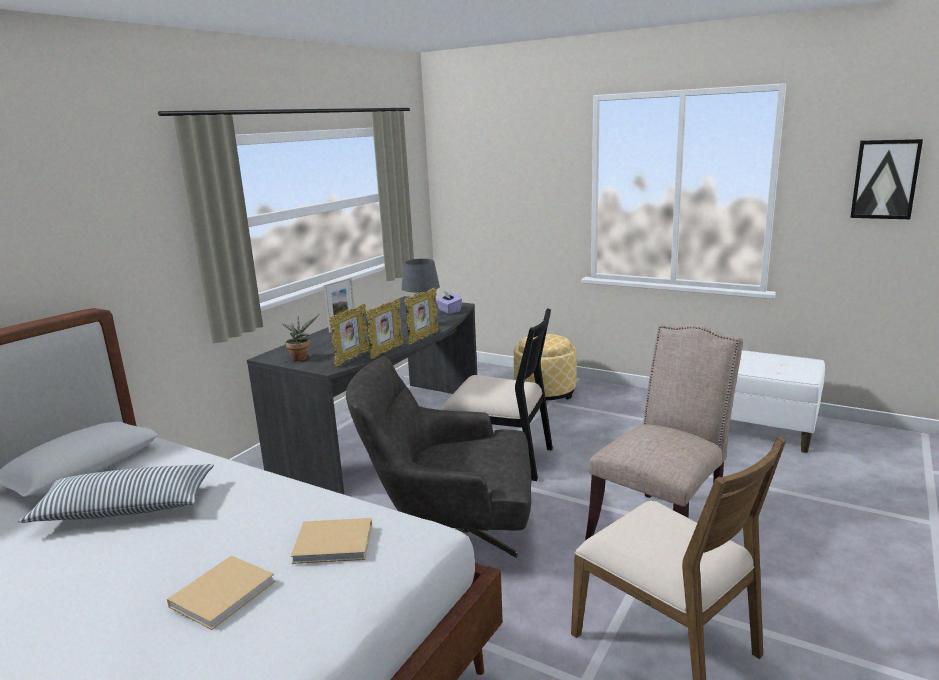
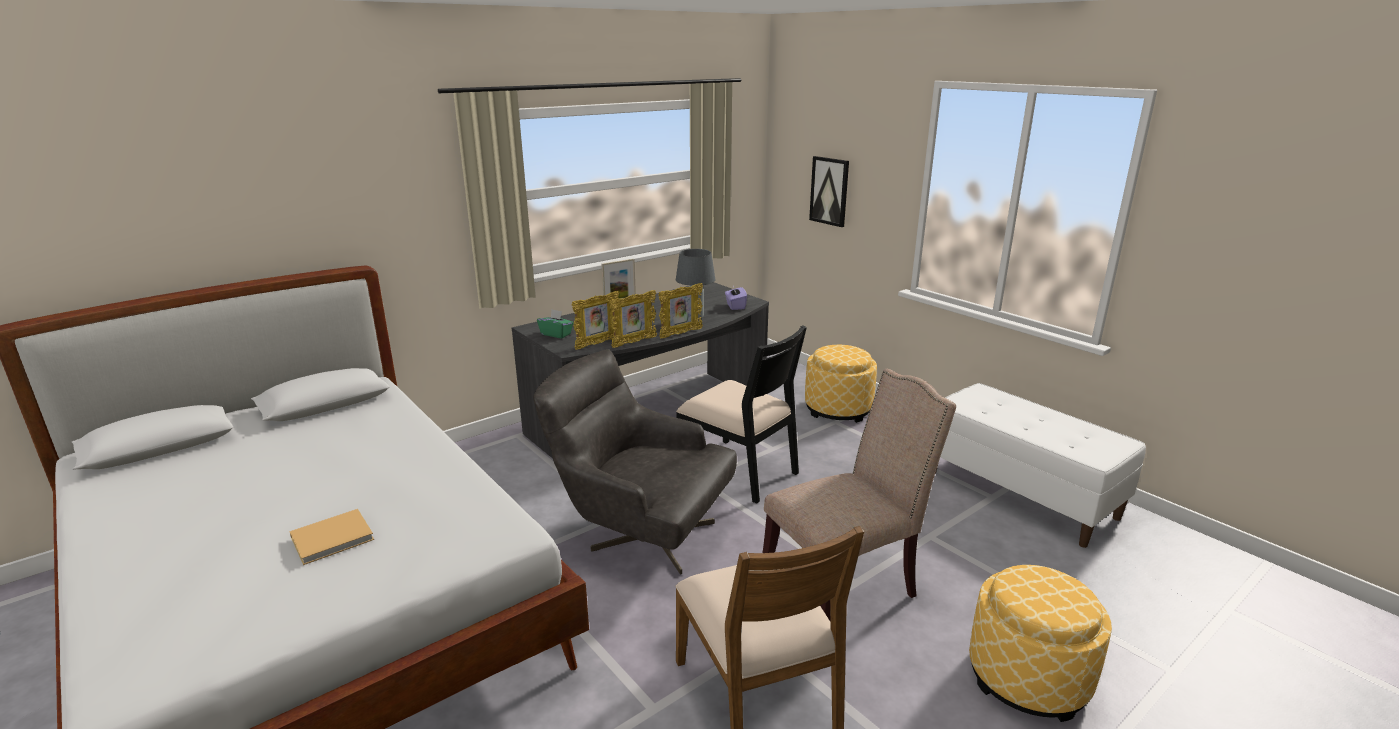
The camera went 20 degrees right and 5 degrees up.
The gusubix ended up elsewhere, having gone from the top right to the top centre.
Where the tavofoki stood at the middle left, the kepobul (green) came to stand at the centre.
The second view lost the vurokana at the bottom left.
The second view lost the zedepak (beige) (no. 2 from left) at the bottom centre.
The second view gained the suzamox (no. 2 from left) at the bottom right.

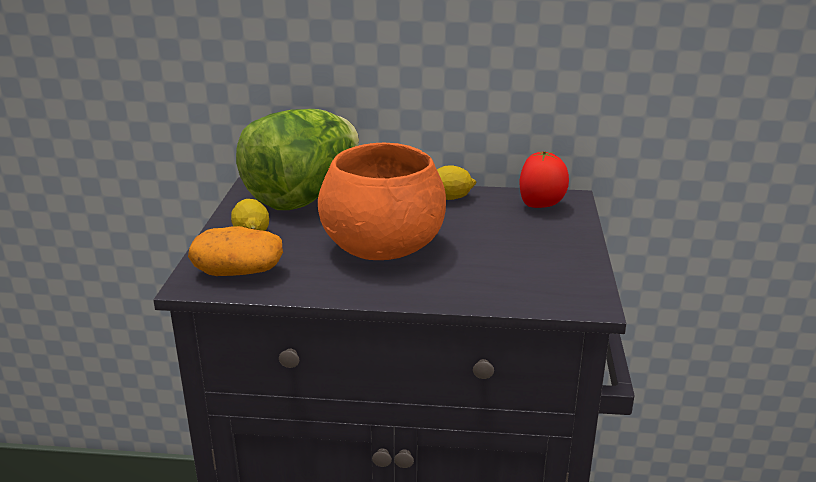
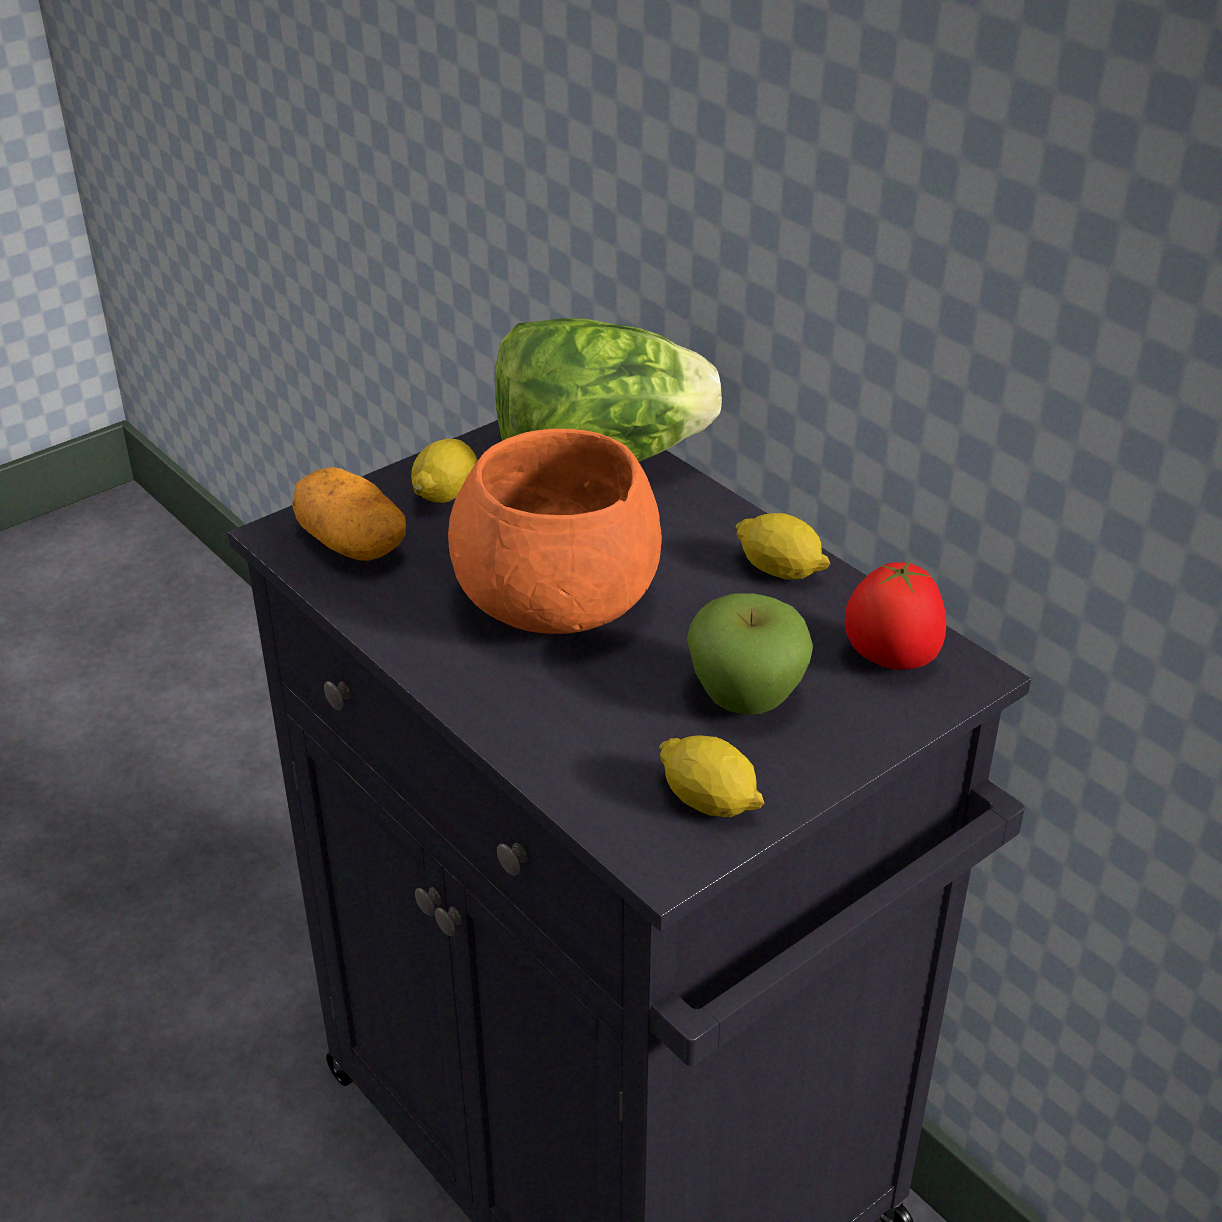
The camera went 45 degrees right and 10 degrees up.
The second view gained the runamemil at the centre.
The second view gained the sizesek (no. 2 from left) at the centre.

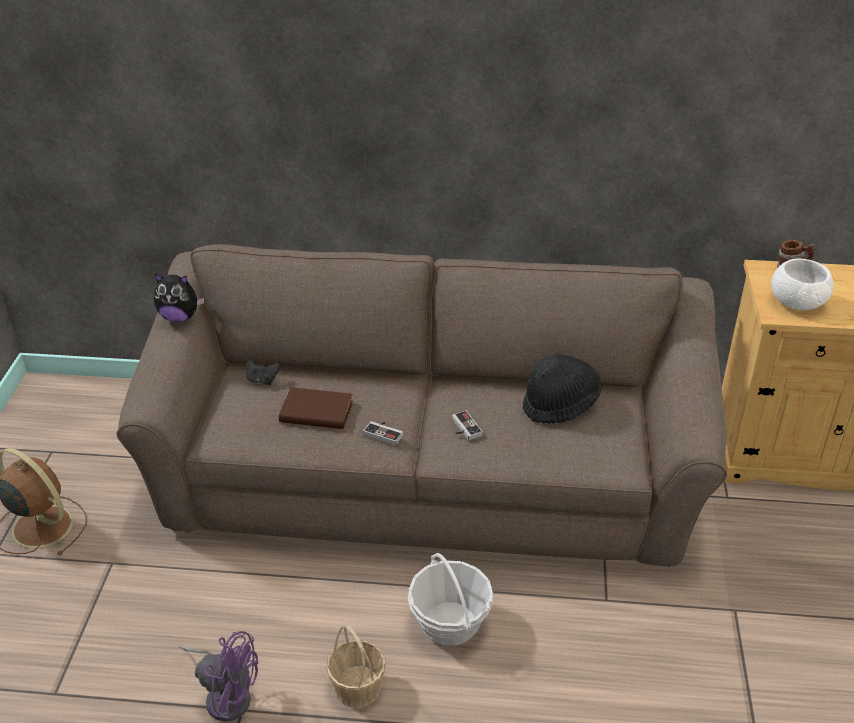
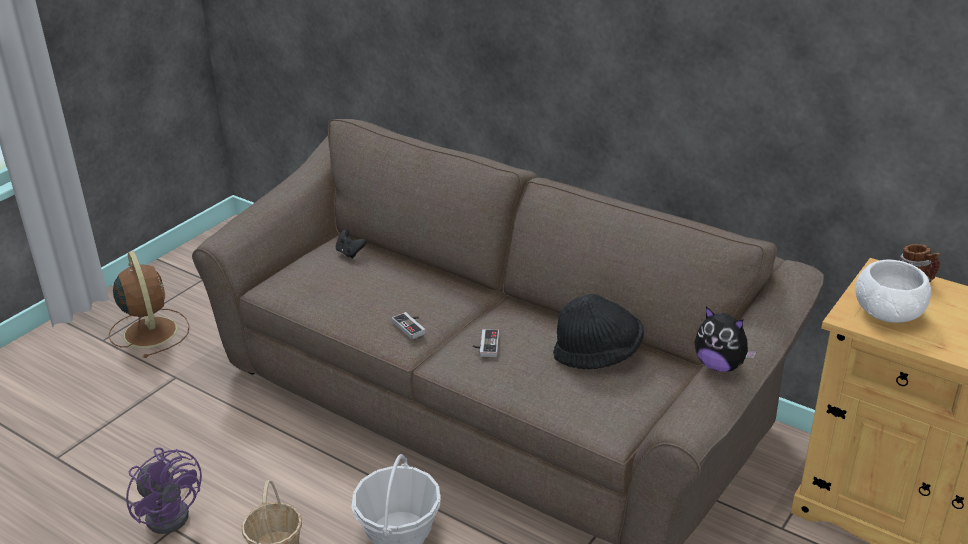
The camera went 30 degrees right and 5 degrees down.
The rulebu ended up elsewhere, having gone from the middle left to the middle right.
The second view lost the zedepak (brown) at the centre.

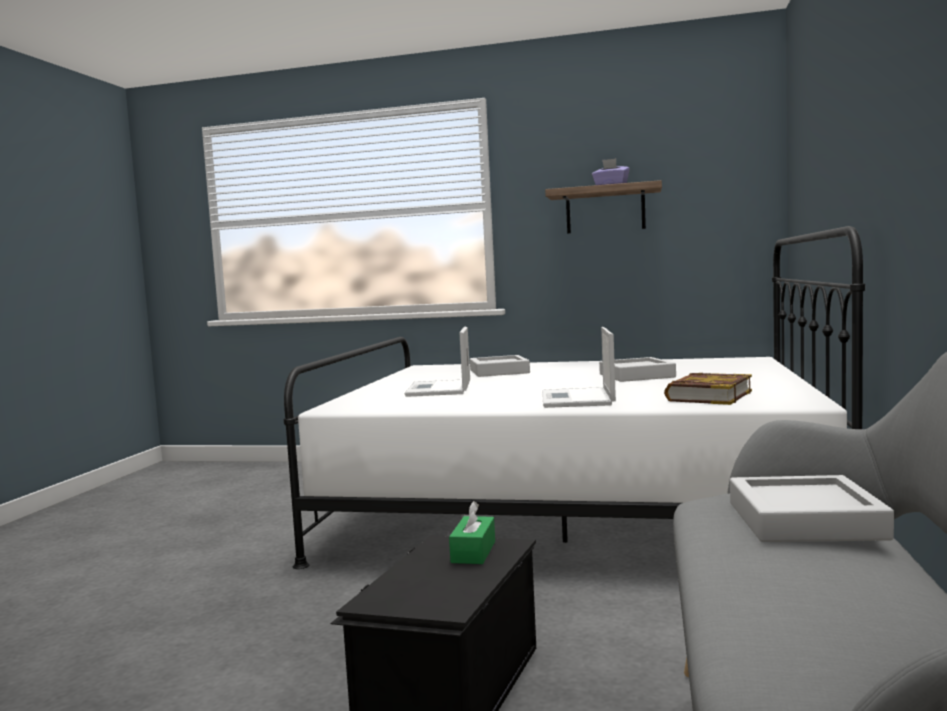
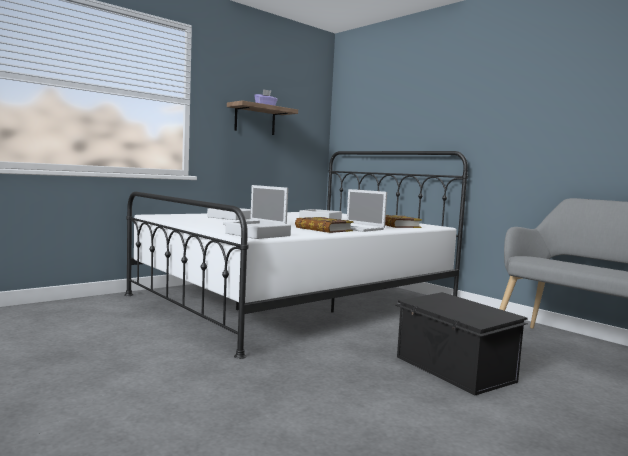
The camera went 55 degrees left and 0 degrees up.
The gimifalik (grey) (no. 3 from left in the first image) ended up elsewhere, having gone from the bottom right to the centre.
The second view lost the kepobul (green) at the bottom centre.
The second view gained the zedepak (no. 1 from left) at the centre.

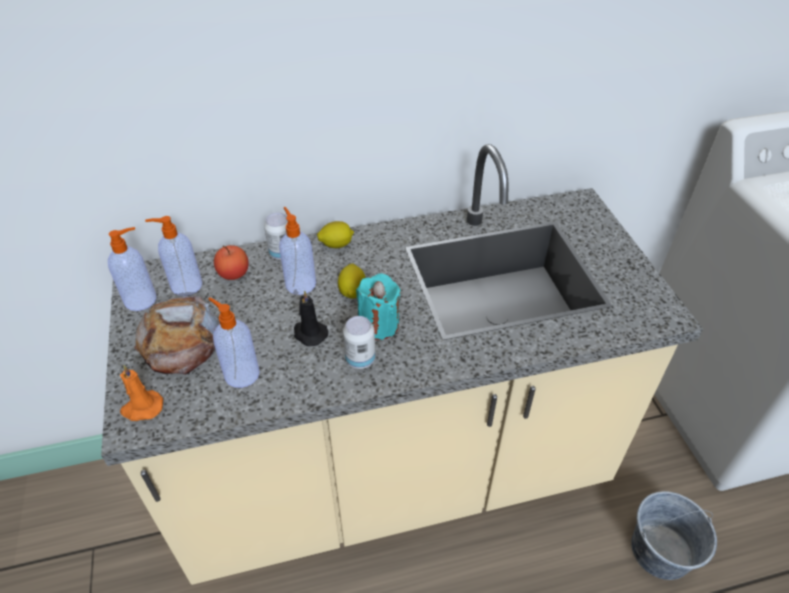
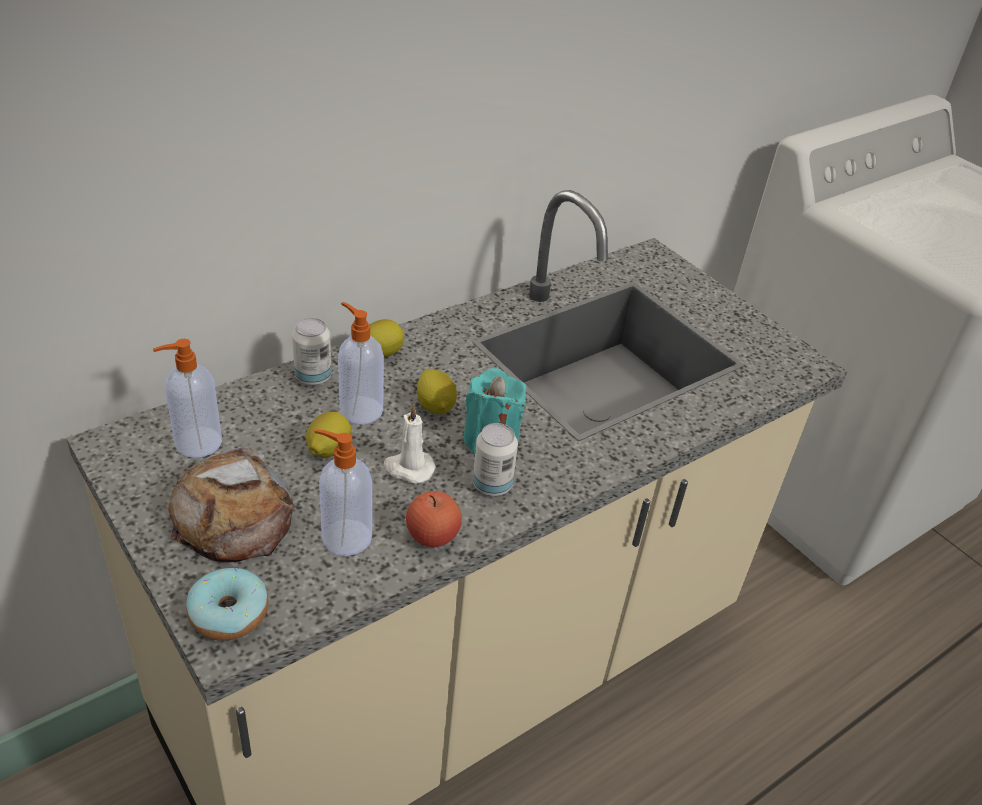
The camera went 25 degrees left and 5 degrees down.
The second view lost the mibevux (no. 1 from left) at the middle left.
The runamemil ended up elsewhere, having gone from the middle left to the centre.
What was the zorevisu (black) at the centre turned into the zorevisu (white) at the centre.
Where the zorevisu (orange) stood at the middle left, the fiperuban came to stand at the bottom left.
The second view lost the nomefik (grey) at the bottom right.
The second view gained the sizesek (no. 1 from left) at the centre.

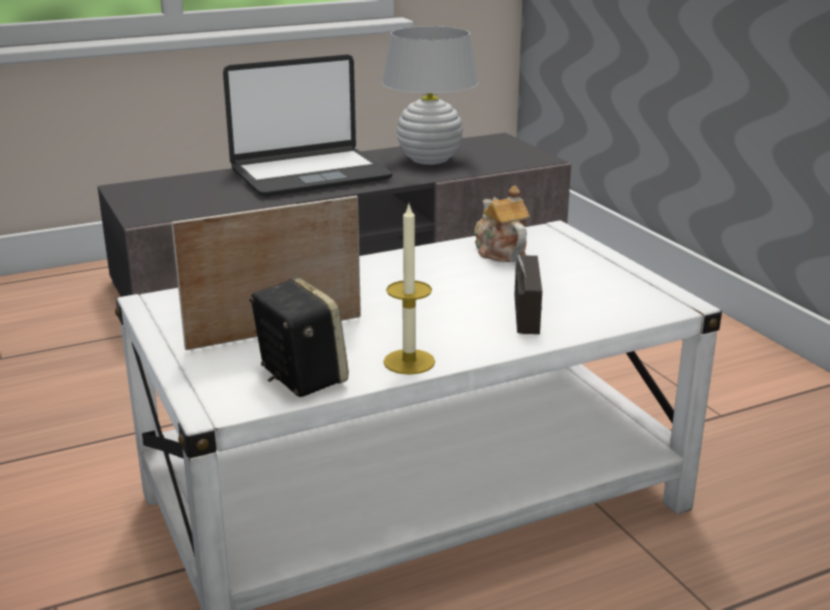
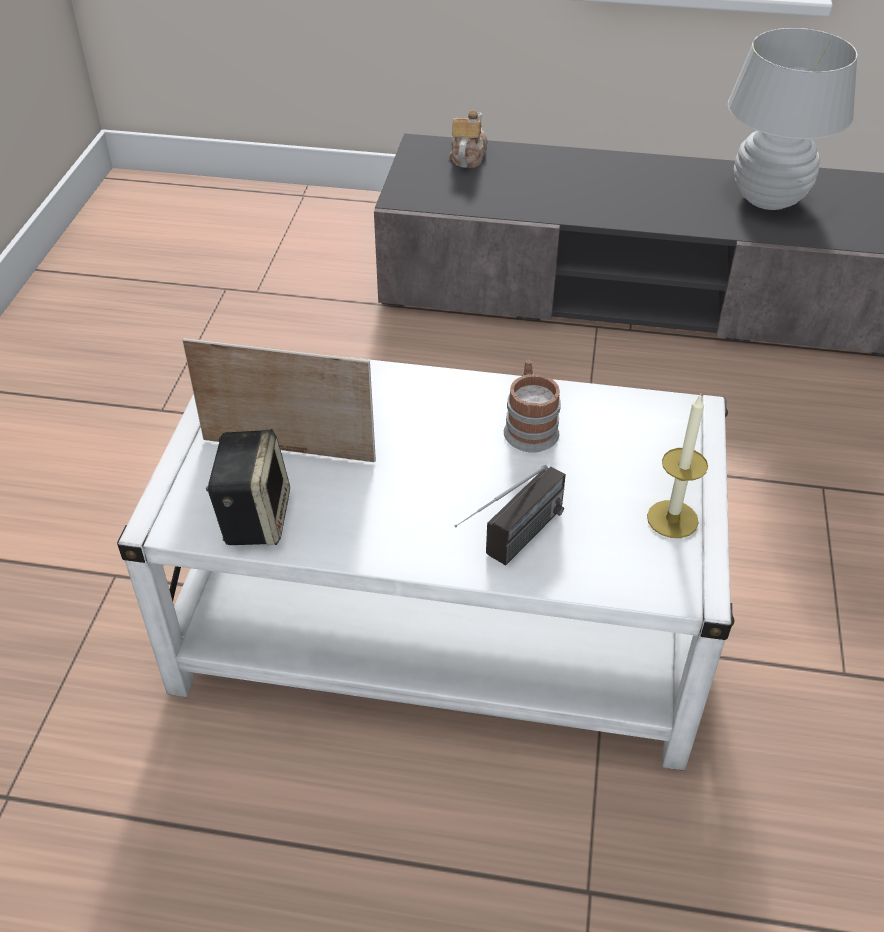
The camera went 35 degrees right and 20 degrees up.
The second view lost the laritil at the top centre.
The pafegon ended up elsewhere, having gone from the centre to the top centre.
The zorevisu ended up elsewhere, having gone from the centre to the middle right.
The second view gained the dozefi at the centre.

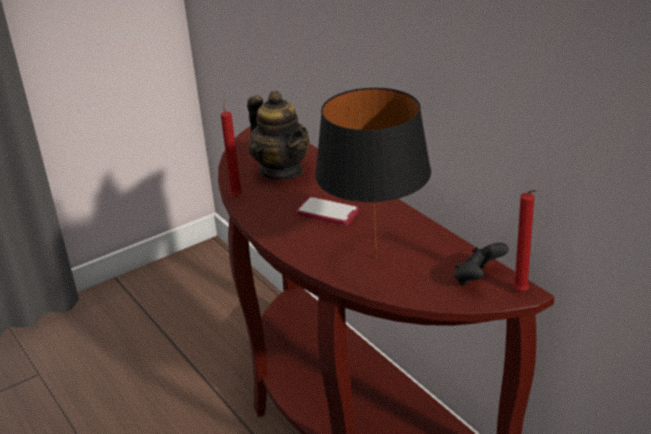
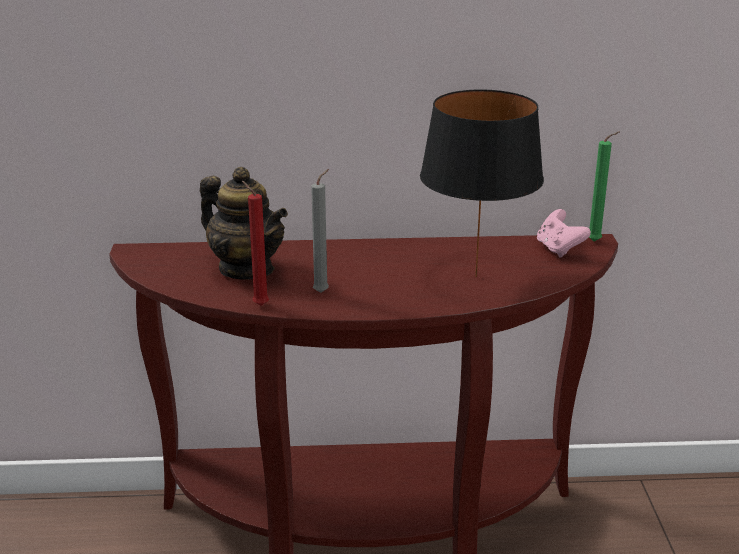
The camera went 60 degrees left and 5 degrees down.
The pafegon at the top centre ended up facing another way, 45 degrees clockwise from before.
What was the zorevisu (red) (no. 2 from left) at the middle right turned into the zorevisu (green) at the middle right.
The second view lost the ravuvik at the centre.
What was the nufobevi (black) at the middle right turned into the nufobevi (pink) at the middle right.
The second view gained the zorevisu (grey) at the centre.

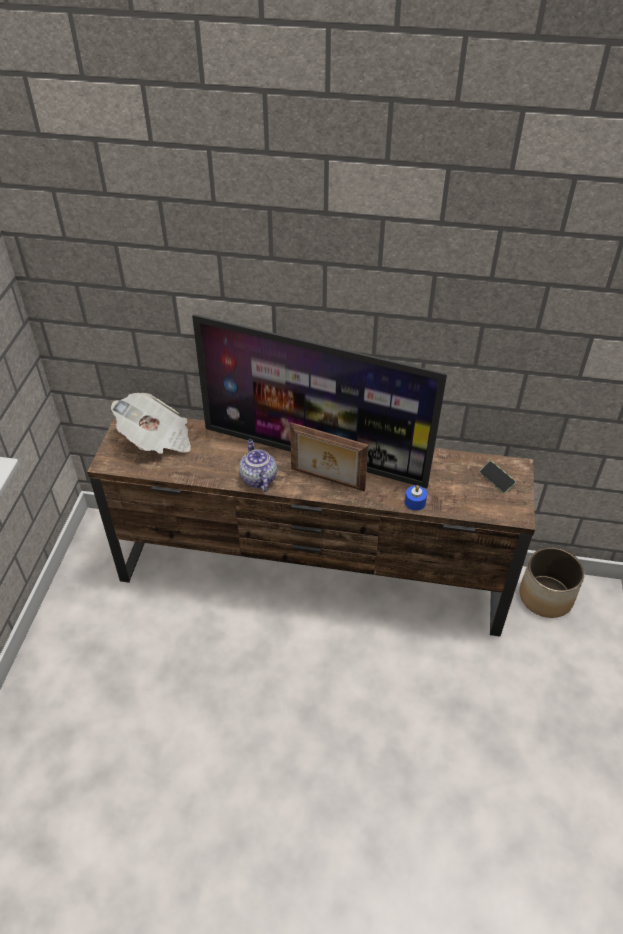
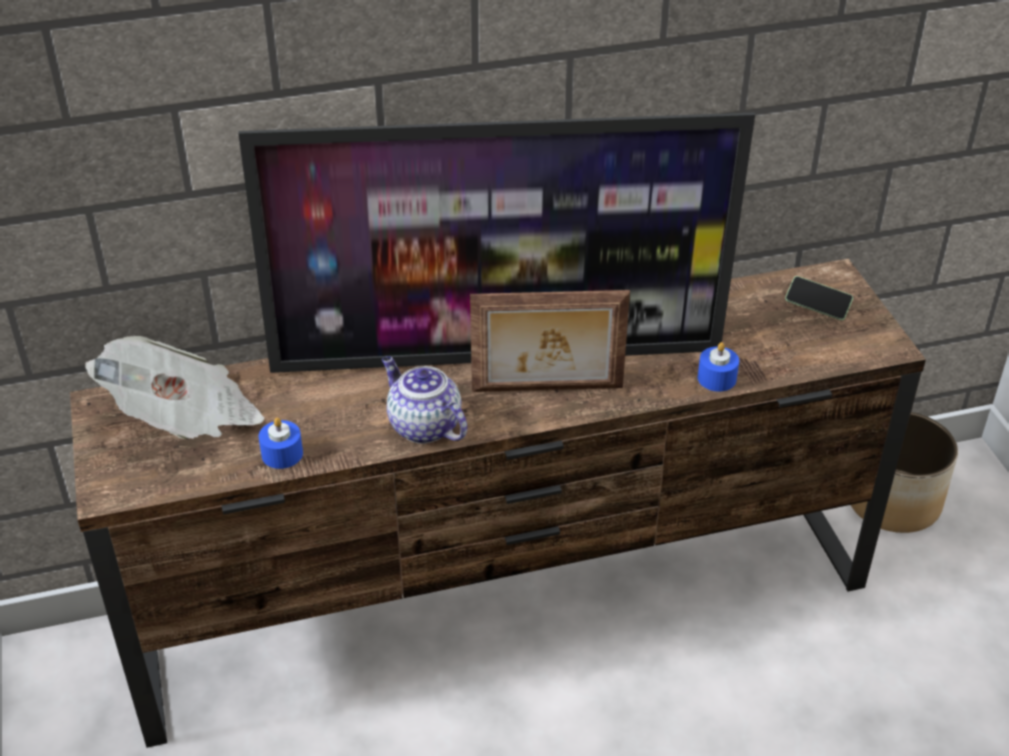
The camera went 25 degrees left and 5 degrees down.
The second view gained the zorevisu (blue) (no. 1 from left) at the middle left.

